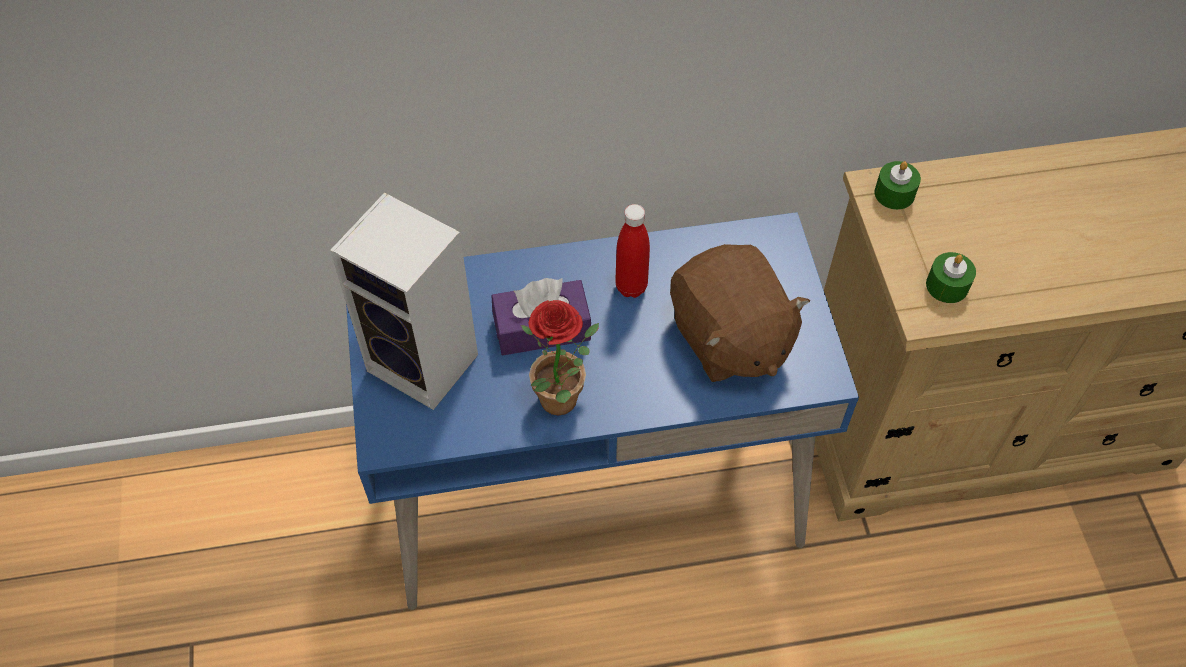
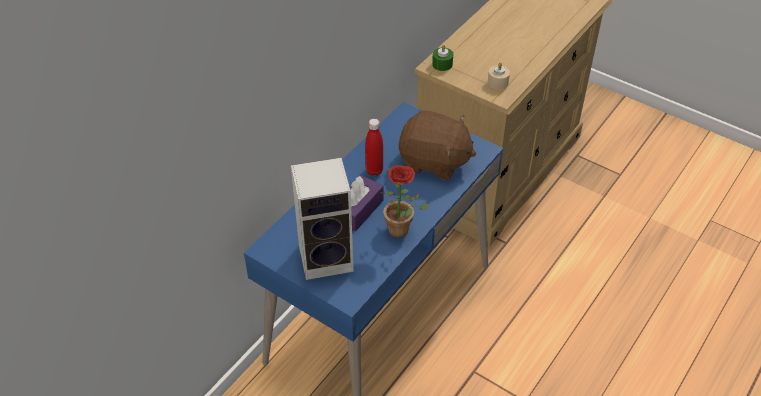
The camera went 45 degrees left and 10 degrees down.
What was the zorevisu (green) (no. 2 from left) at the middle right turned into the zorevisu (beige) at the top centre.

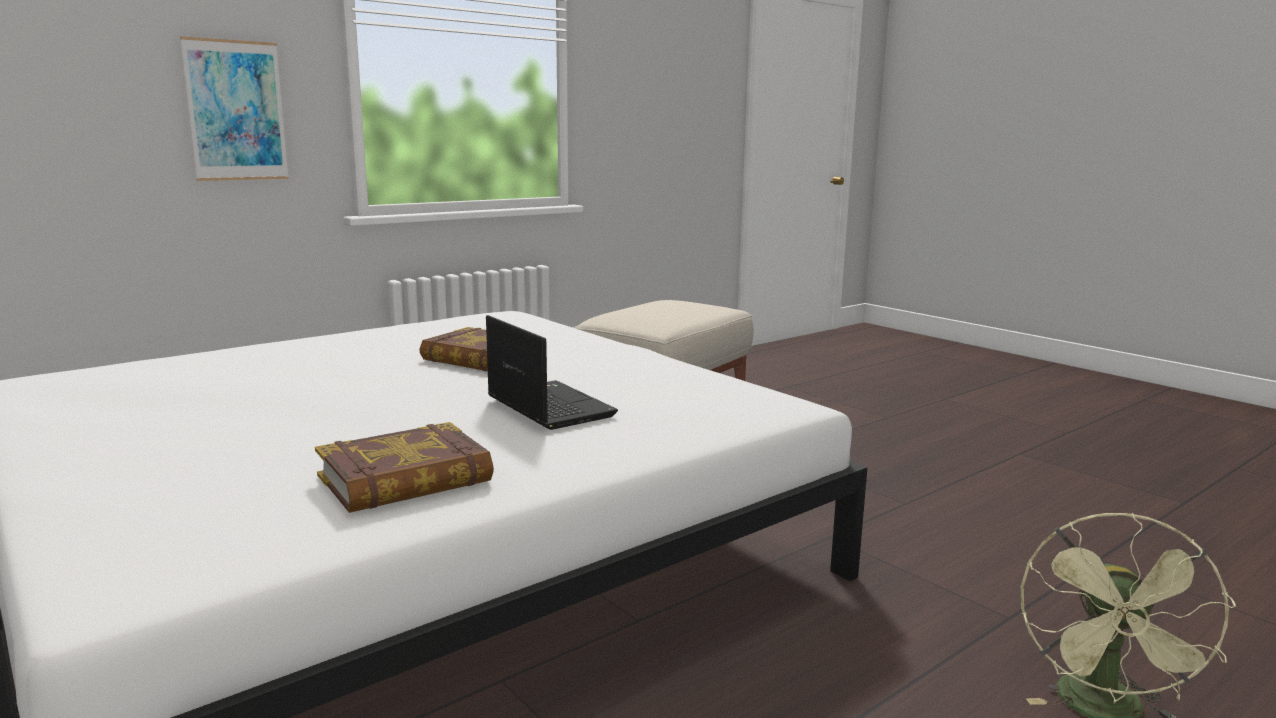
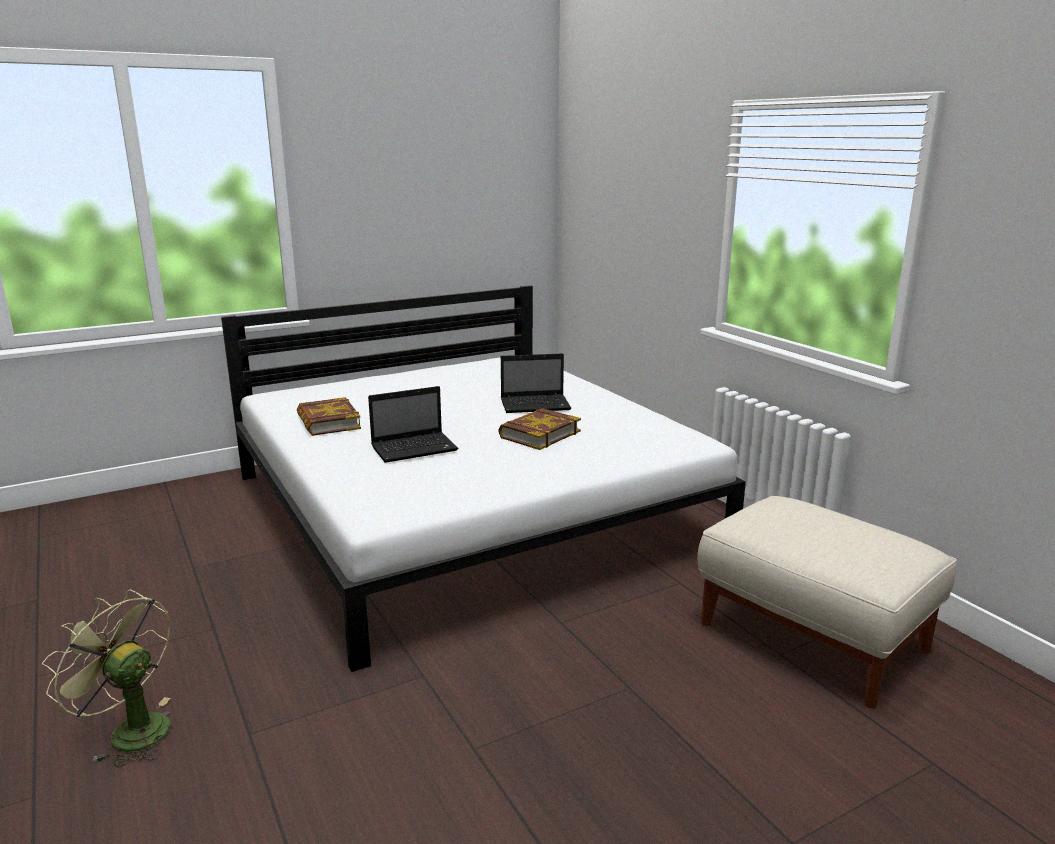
The camera went 100 degrees right and 5 degrees up.
The second view lost the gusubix at the top left.
The second view gained the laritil (no. 2 from left) at the centre.

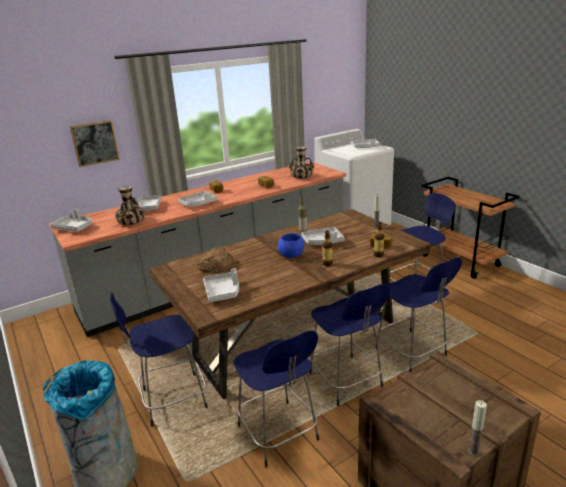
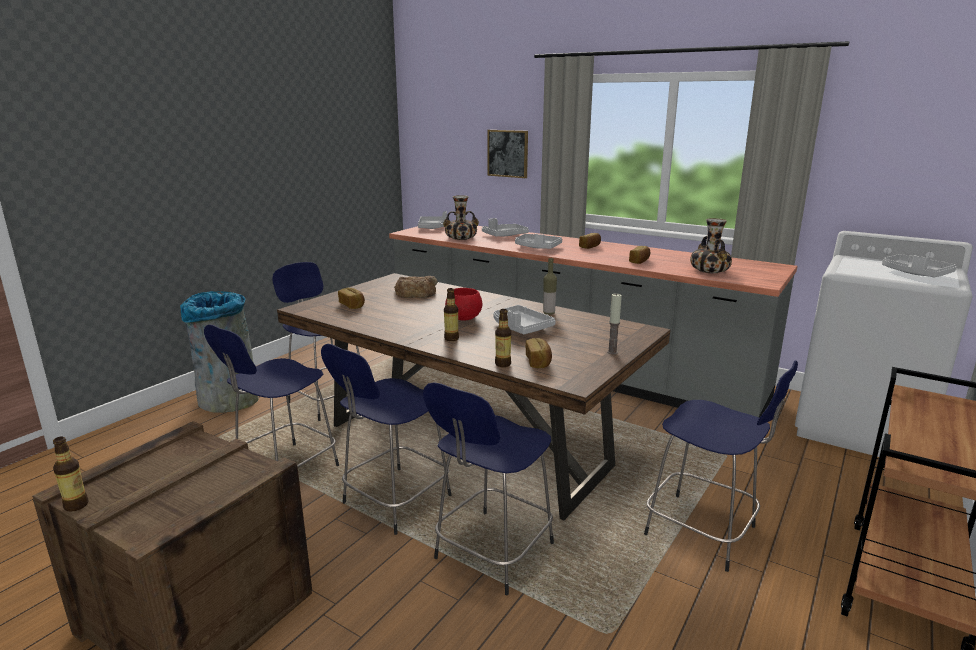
The camera went 65 degrees right and 5 degrees down.
What was the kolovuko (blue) at the centre turned into the kolovuko (red) at the centre.
Where the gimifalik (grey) (no. 4 from left) stood at the centre, the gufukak (no. 1 from left) came to stand at the centre.
Where the zorevisu (no. 2 from left) stood at the bottom right, the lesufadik (no. 1 from left) came to stand at the bottom left.

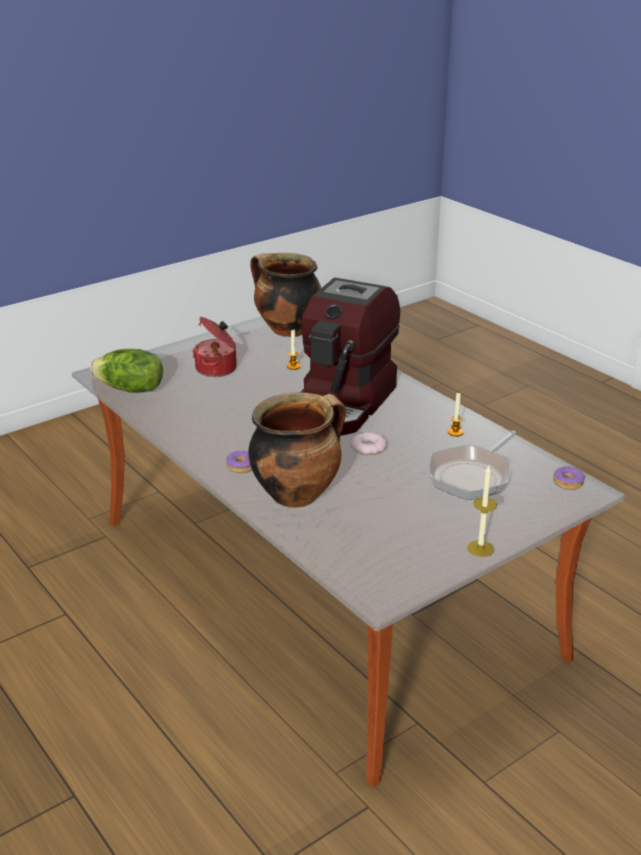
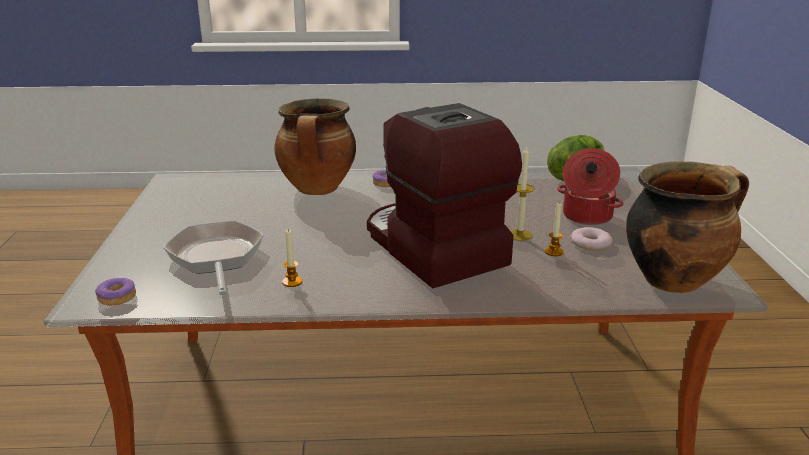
The camera went 125 degrees right and 5 degrees down.
The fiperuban (no. 2 from left in the first image) ended up elsewhere, having gone from the centre to the middle right.
The zorevisu (no. 3 from left in the first image) ended up elsewhere, having gone from the middle right to the centre.

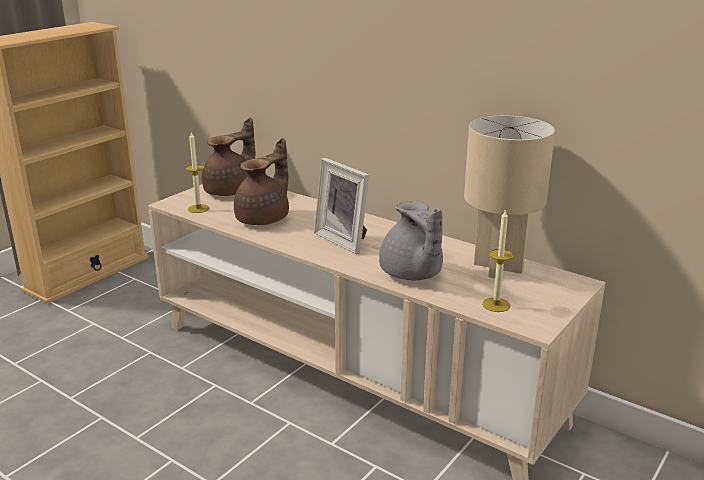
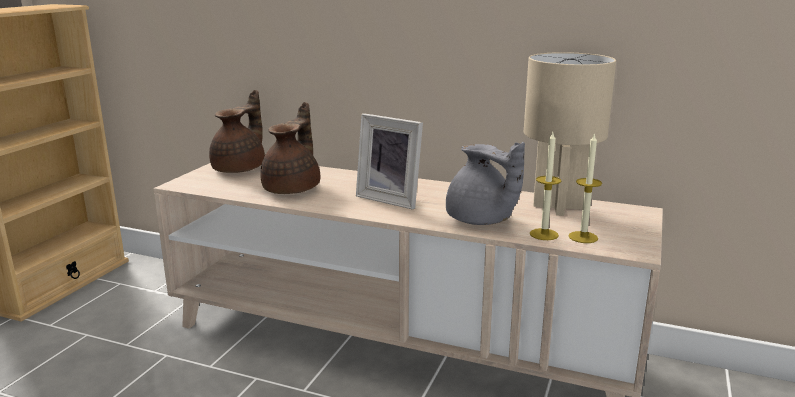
The camera went 15 degrees left and 5 degrees down.
The zorevisu (no. 1 from left) ended up elsewhere, having gone from the middle left to the middle right.

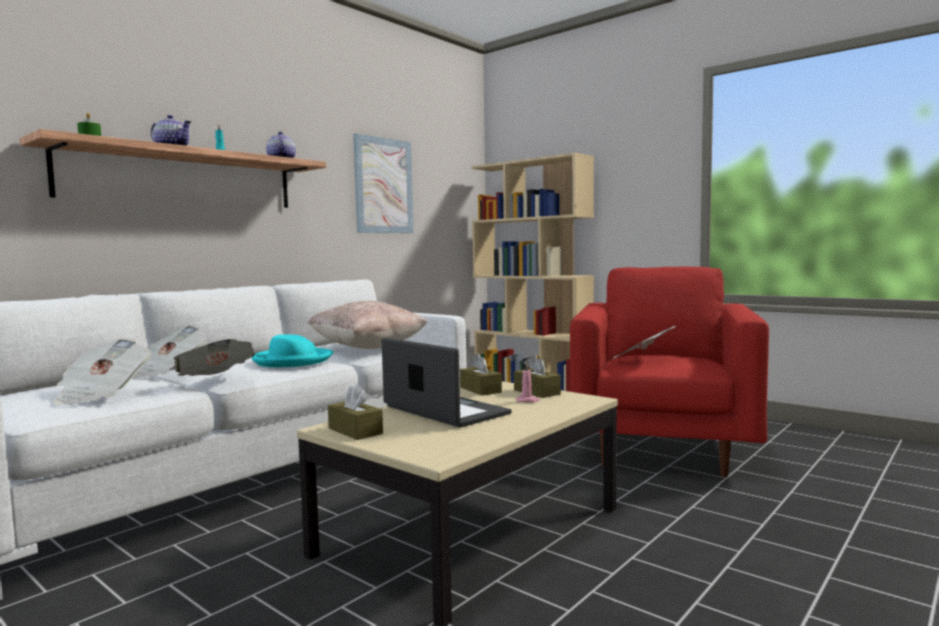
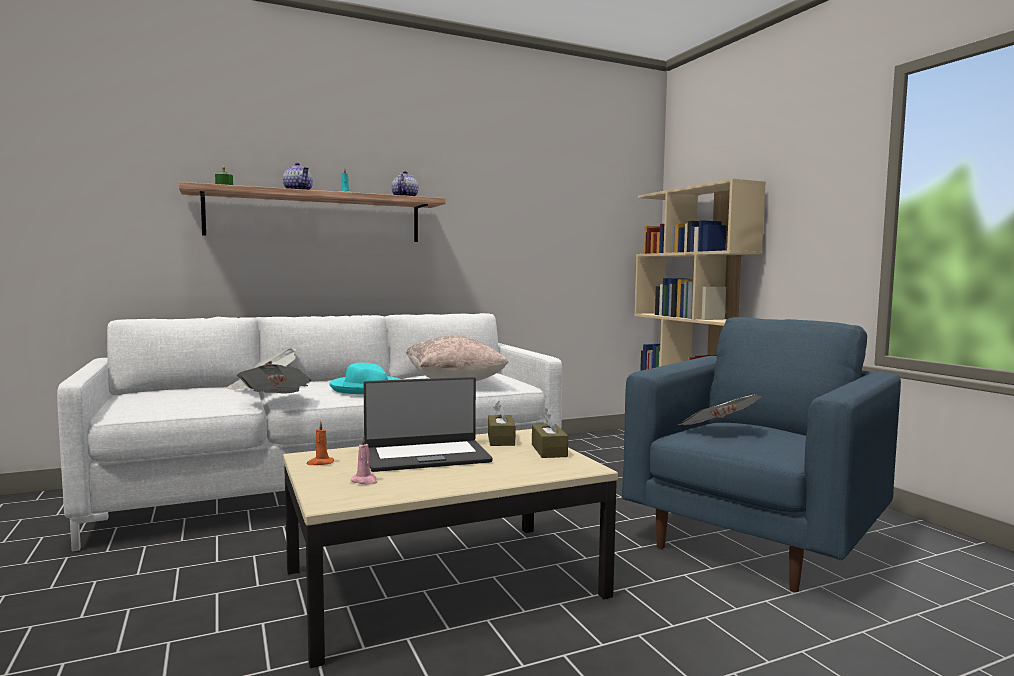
The camera went 25 degrees right and 0 degrees up.
The second view lost the gusubix at the top centre.
What was the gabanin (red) at the middle right turned into the gabanin (blue) at the bottom right.
The laritil at the centre ended up facing another way, 90 degrees clockwise from before.
The second view lost the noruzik (no. 1 from left) at the middle left.
The zorevisu (pink) ended up elsewhere, having gone from the centre to the bottom centre.
Where the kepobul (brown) (no. 1 from left) stood at the centre, the zorevisu (orange) came to stand at the middle left.

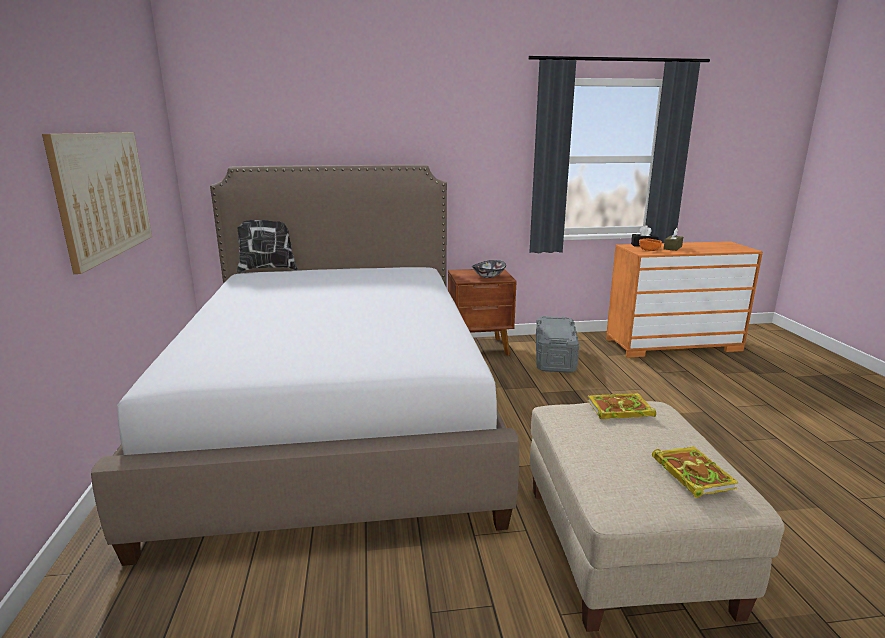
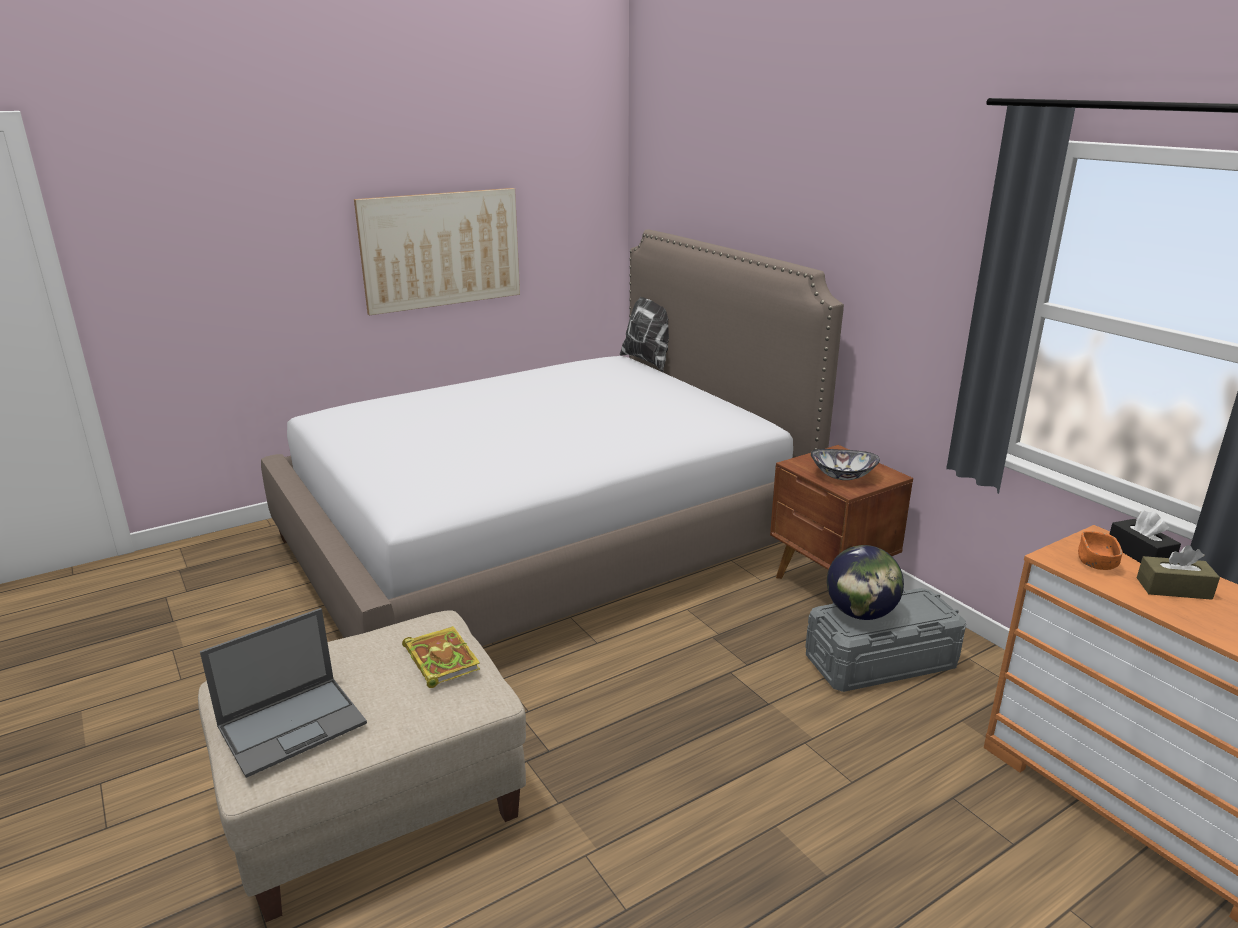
The camera went 65 degrees right and 5 degrees up.
Where the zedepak (no. 2 from left) stood at the bottom right, the laritil came to stand at the bottom left.
The second view gained the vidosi at the middle right.

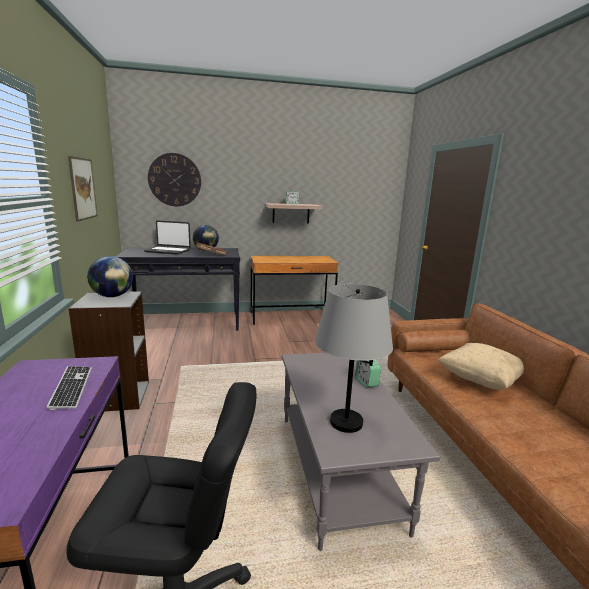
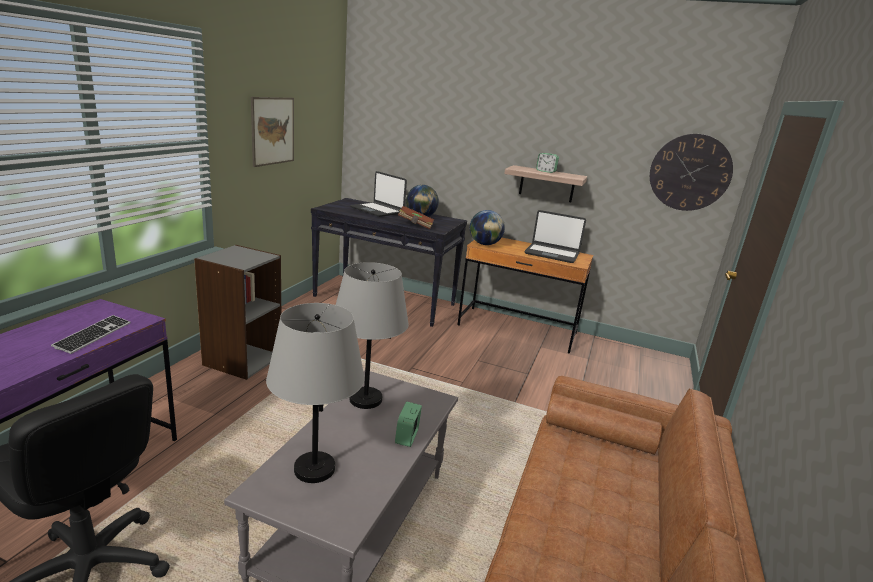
The camera went 30 degrees right and 5 degrees up.
The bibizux ended up elsewhere, having gone from the top left to the top right.
The vidosi (no. 1 from left in the first image) ended up elsewhere, having gone from the middle left to the centre.
The second view lost the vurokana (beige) at the middle right.
The second view gained the laritil (no. 2 from left) at the centre.
The second view gained the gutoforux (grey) (no. 2 from left) at the centre.

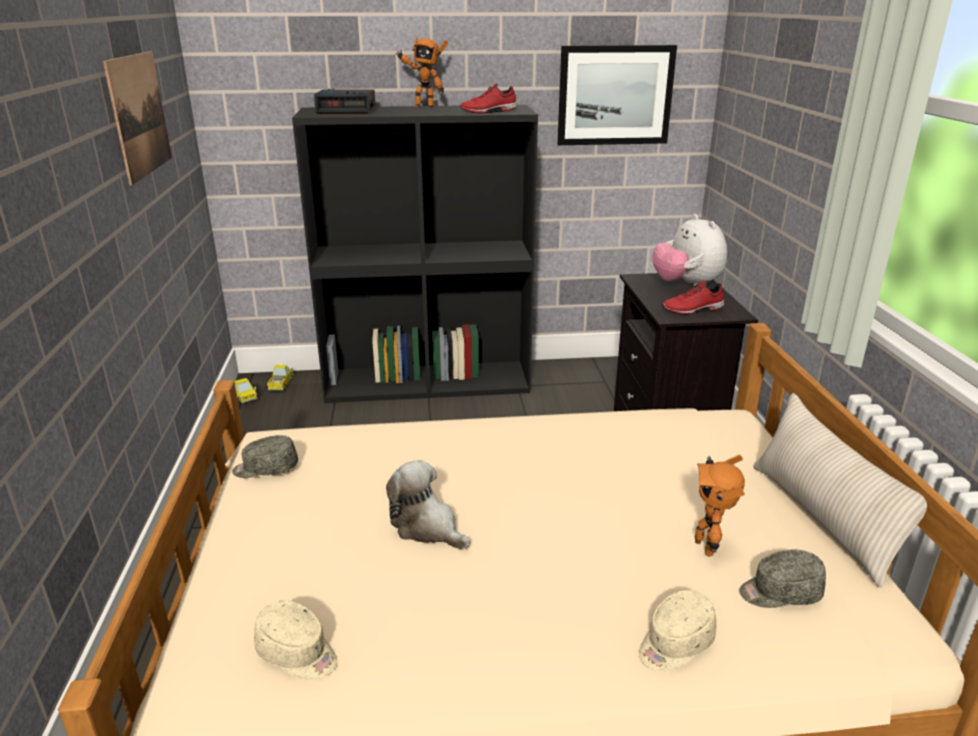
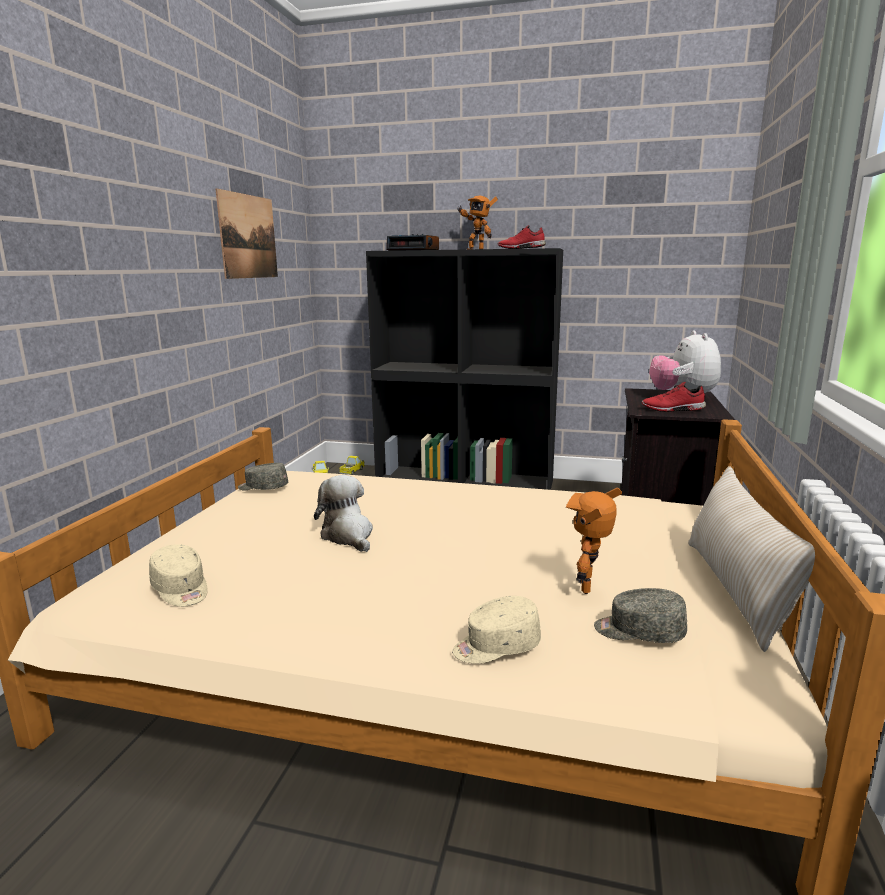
The camera went 20 degrees right and 10 degrees down.
The second view lost the gusubix (no. 2 from left) at the top centre.

